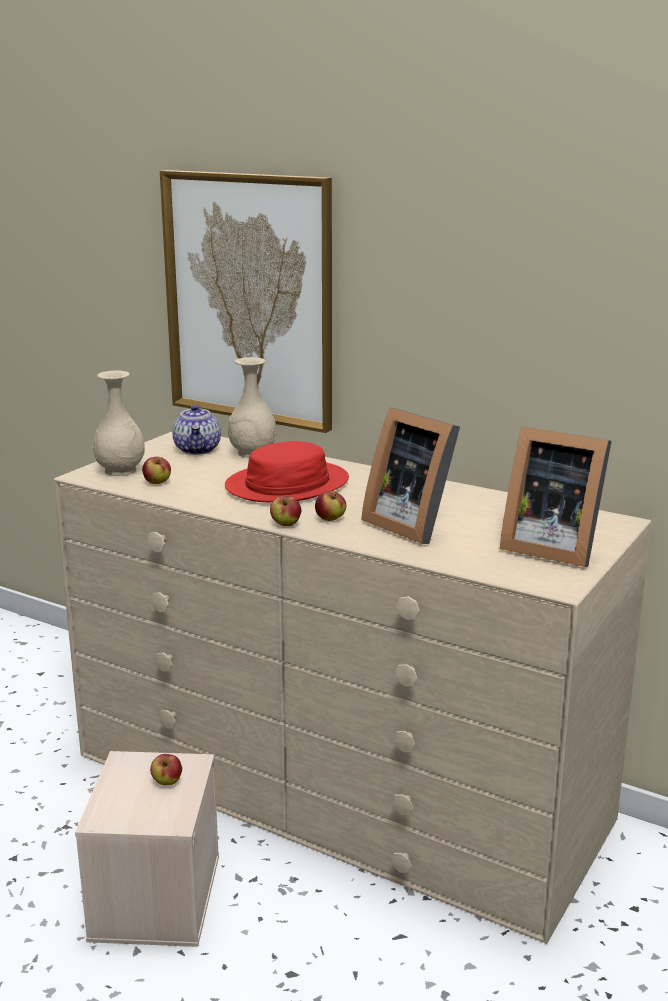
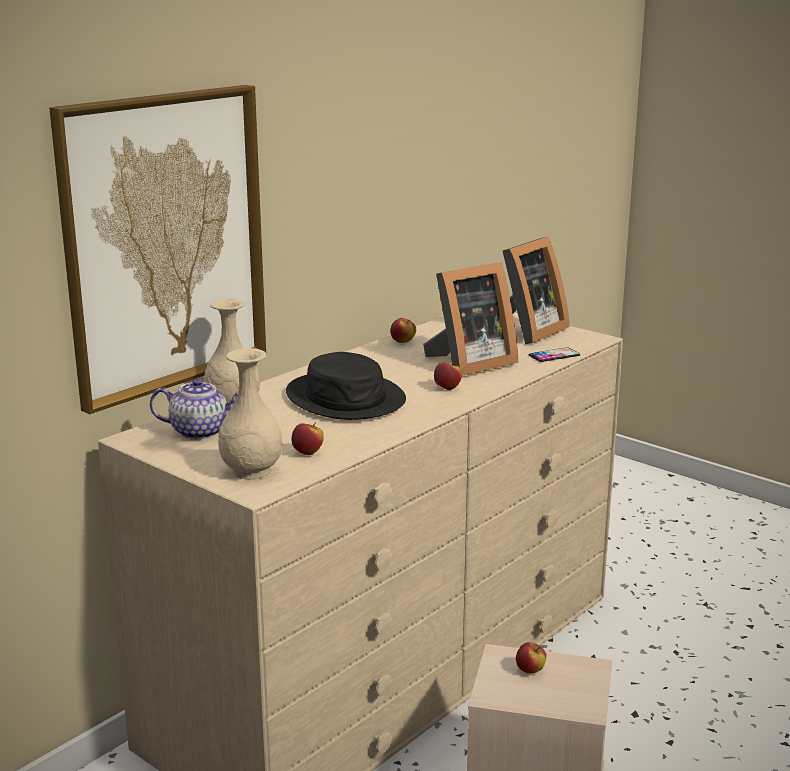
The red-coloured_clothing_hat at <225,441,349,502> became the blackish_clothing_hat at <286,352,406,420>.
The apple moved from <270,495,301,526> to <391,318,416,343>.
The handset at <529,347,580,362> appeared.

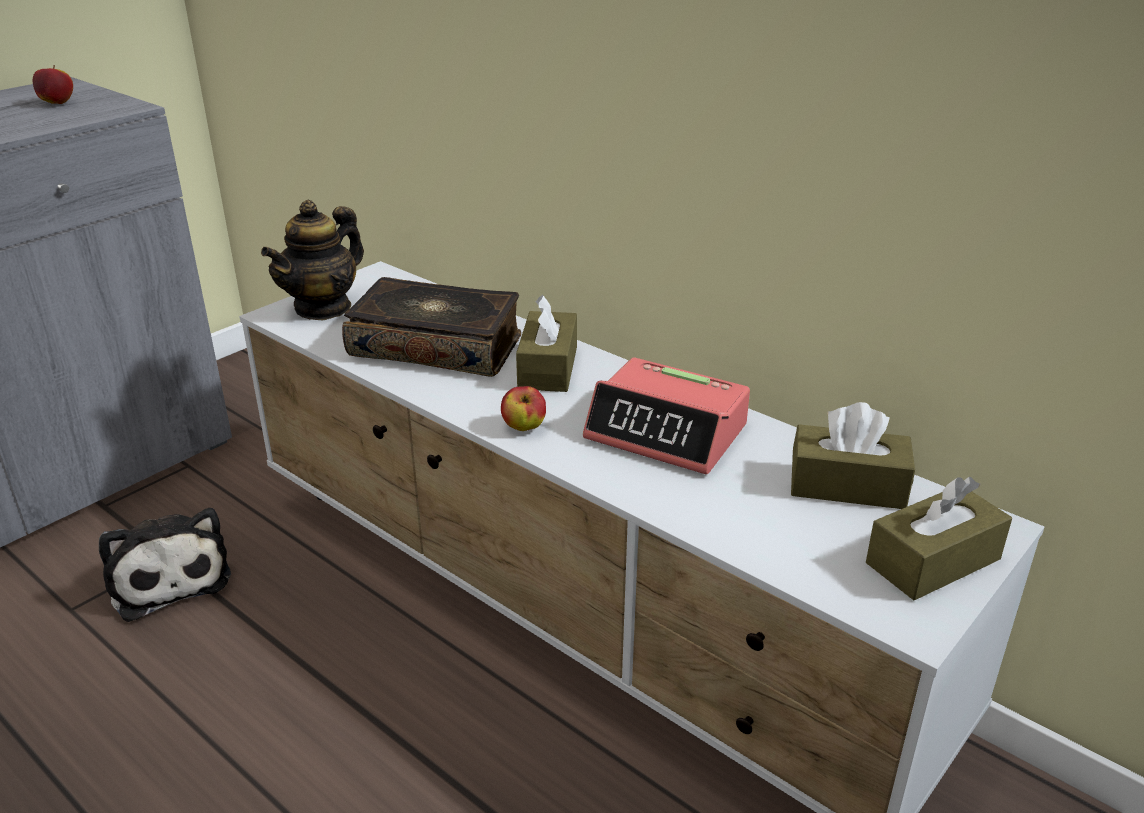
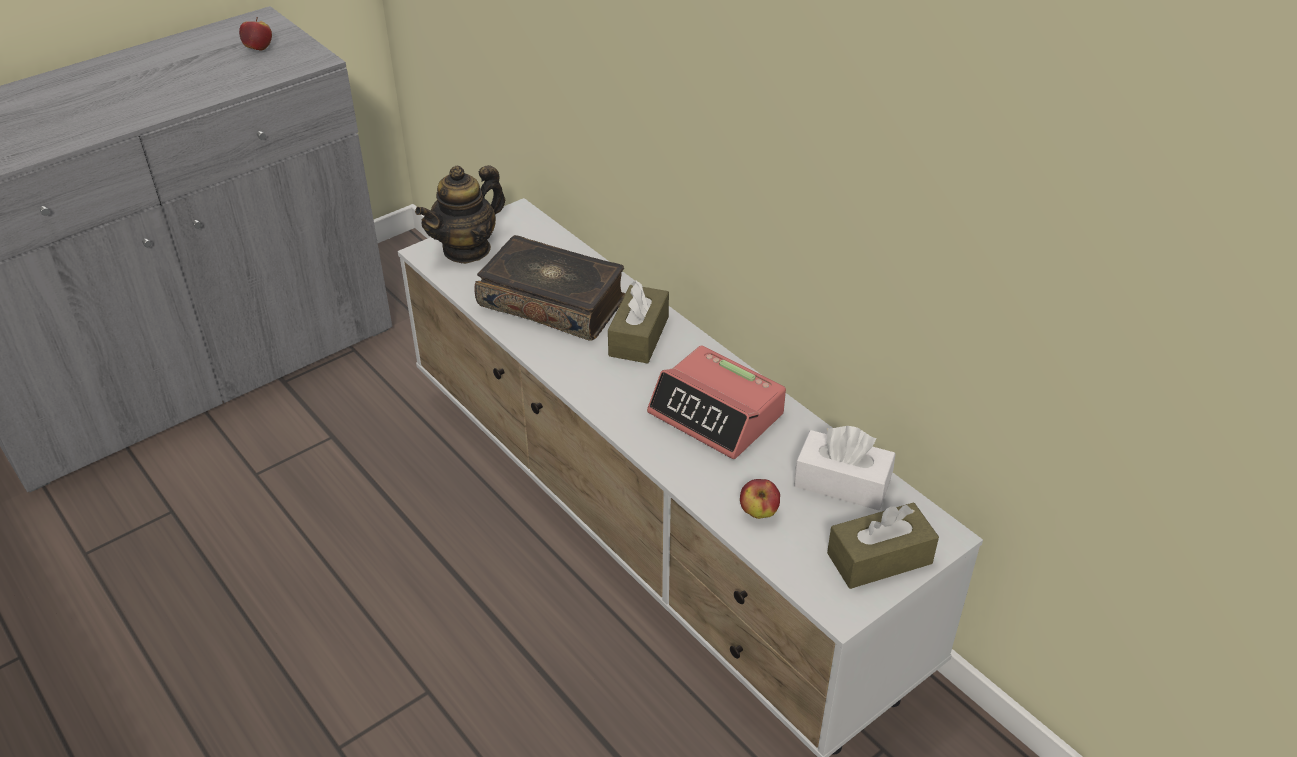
The apple moved from <501,386,546,431> to <740,479,780,519>.
The brown_tissue_box at <791,402,915,509> became the whitish_tissue_box at <794,426,896,510>.
The cuddly_toy at <99,508,231,622> disappeared.

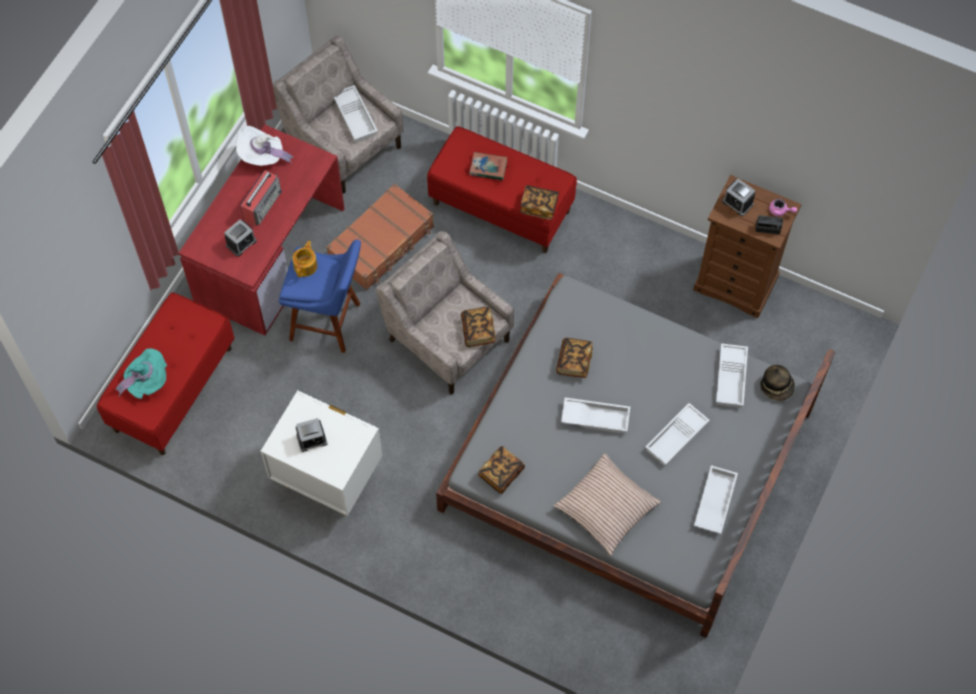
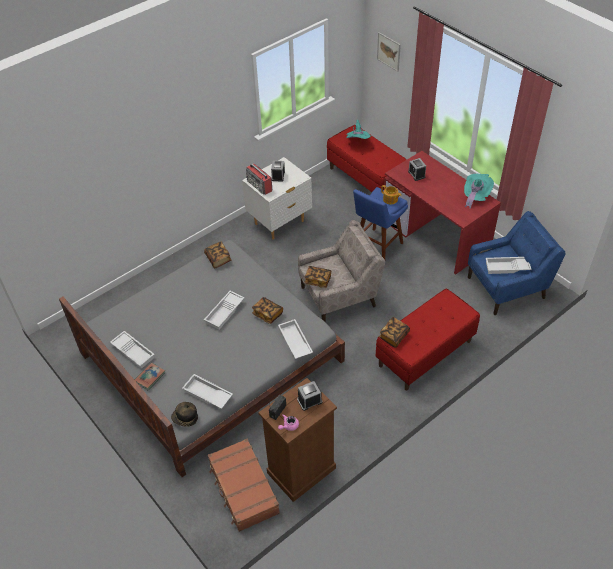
The beige_lounge_chair at <272,36,404,194> became the bluish_lounge_chair at <468,211,566,315>.
The whitish_clothing_hat at <236,126,293,166> became the turquoise_clothing_hat at <464,174,494,209>.
The bound_book moved from <469,152,507,180> to <135,363,165,391>.
The radio_set moved from <240,170,282,226> to <246,163,272,195>.
The brown_piece_of_luggage moved from <326,184,434,290> to <208,439,280,532>.
The whitish_serving_tray moved from <645,403,710,466> to <278,319,313,359>.
The cushion at <554,453,661,556> disappeared.
The picture at <377,32,401,72> appeared.

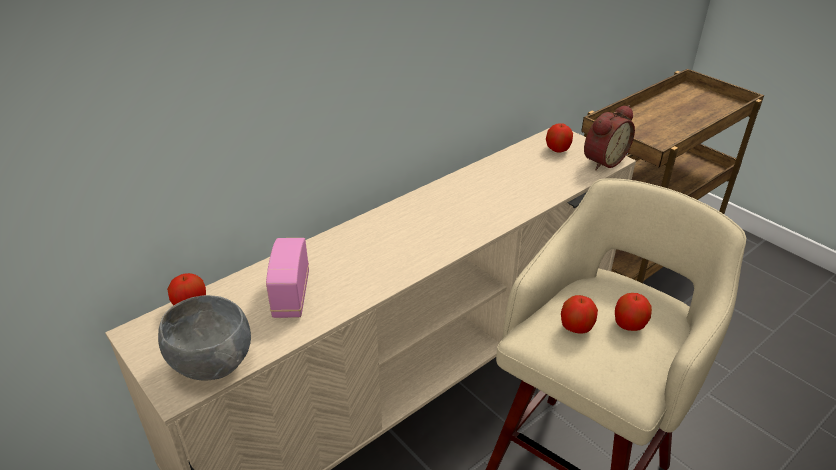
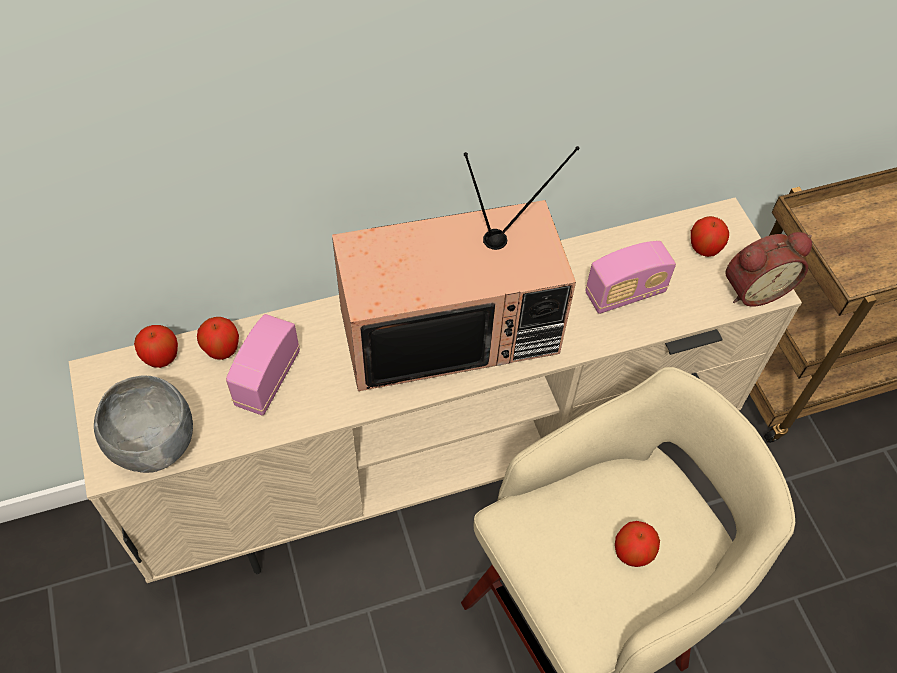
The apple moved from <561,295,598,333> to <197,317,239,360>.
The TV at <332,146,580,391> appeared.
The radio_set at <585,241,676,314> appeared.

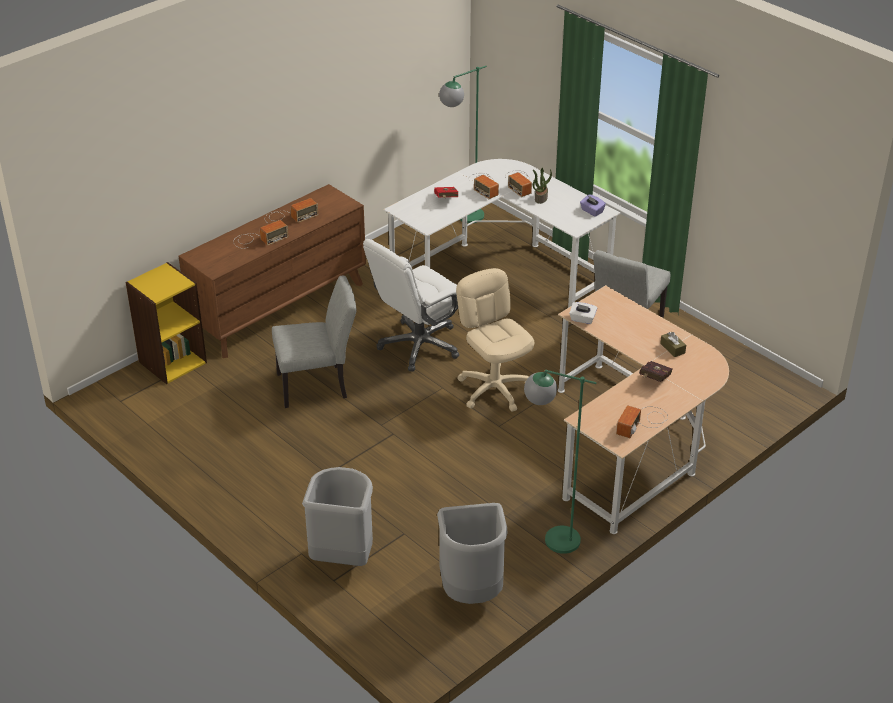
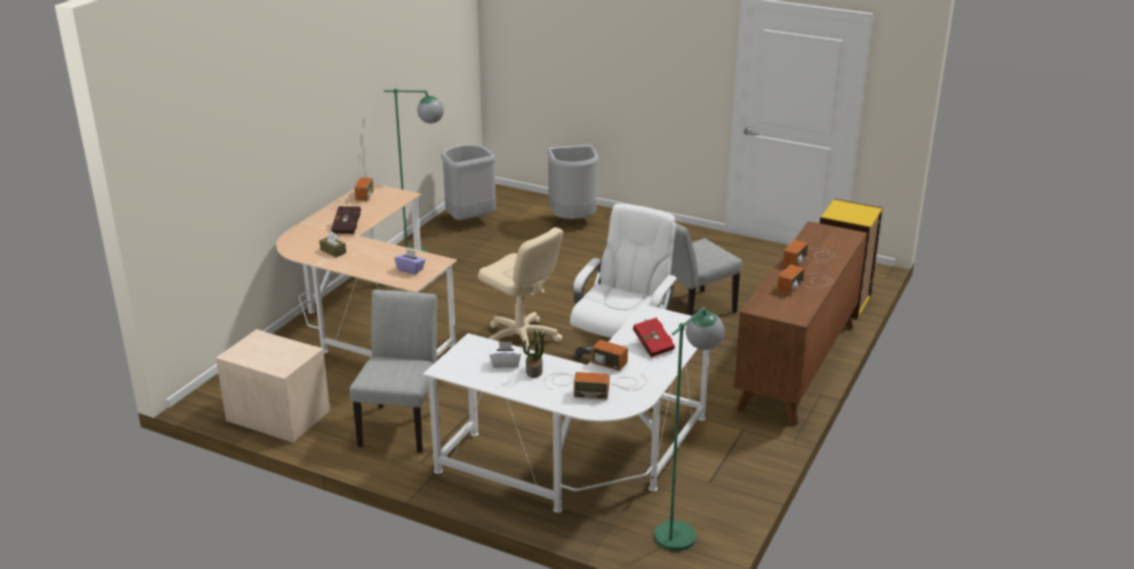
The radio_set at <505,170,532,197> turned 150 degrees clockwise.
The purple_tissue_box moved from <580,194,606,217> to <394,249,425,274>.
The whitish_tissue_box moved from <569,302,597,324> to <490,342,521,368>.
The beige_night_table at <216,329,330,443> appeared.

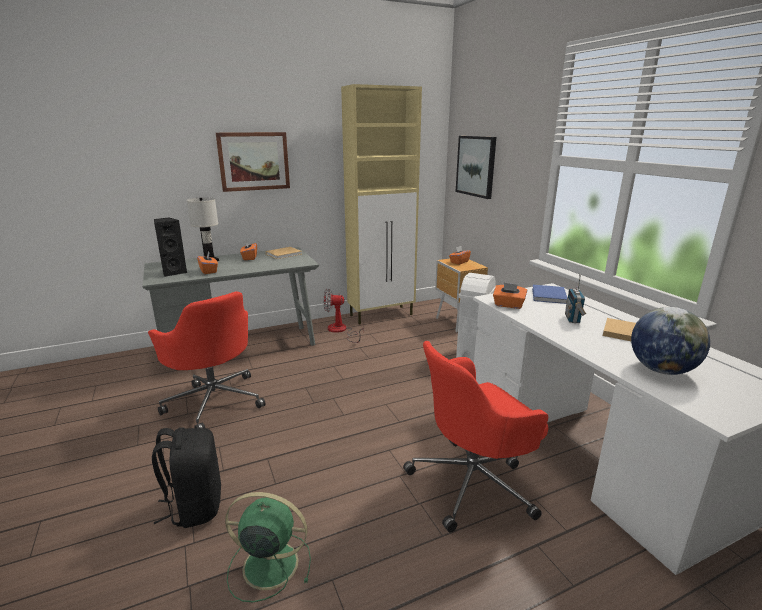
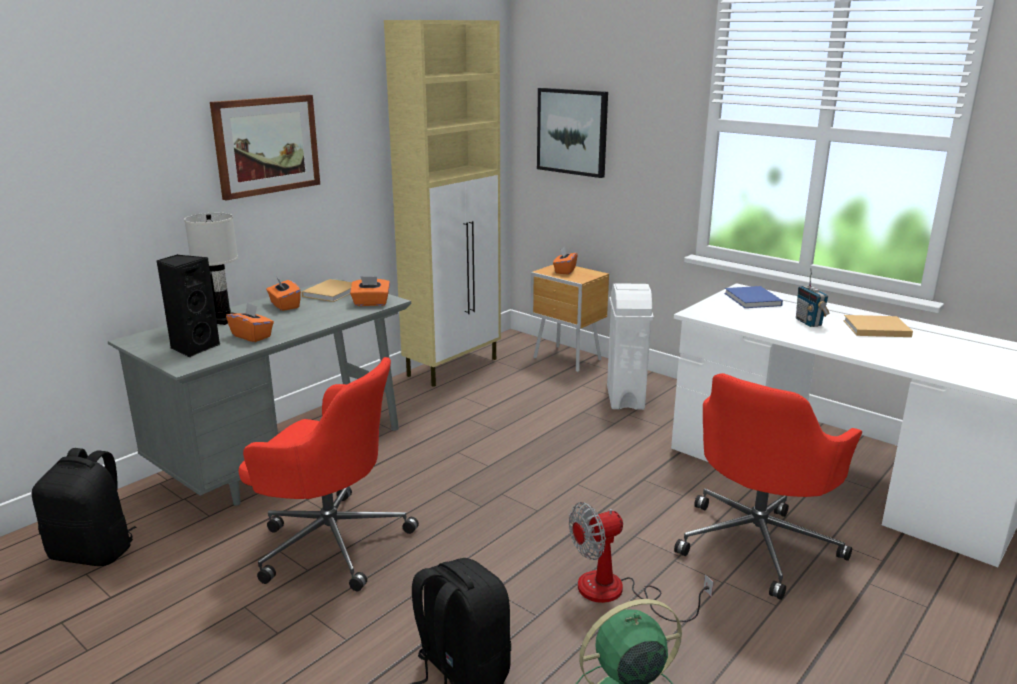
The orange-coloured_tissue_box moved from <493,283,527,309> to <350,276,390,306>.
The electric_fan moved from <323,288,364,343> to <569,502,714,622>.
The desk_globe at <631,307,710,375> disappeared.
The blackish_knapsack at <32,448,136,566> appeared.

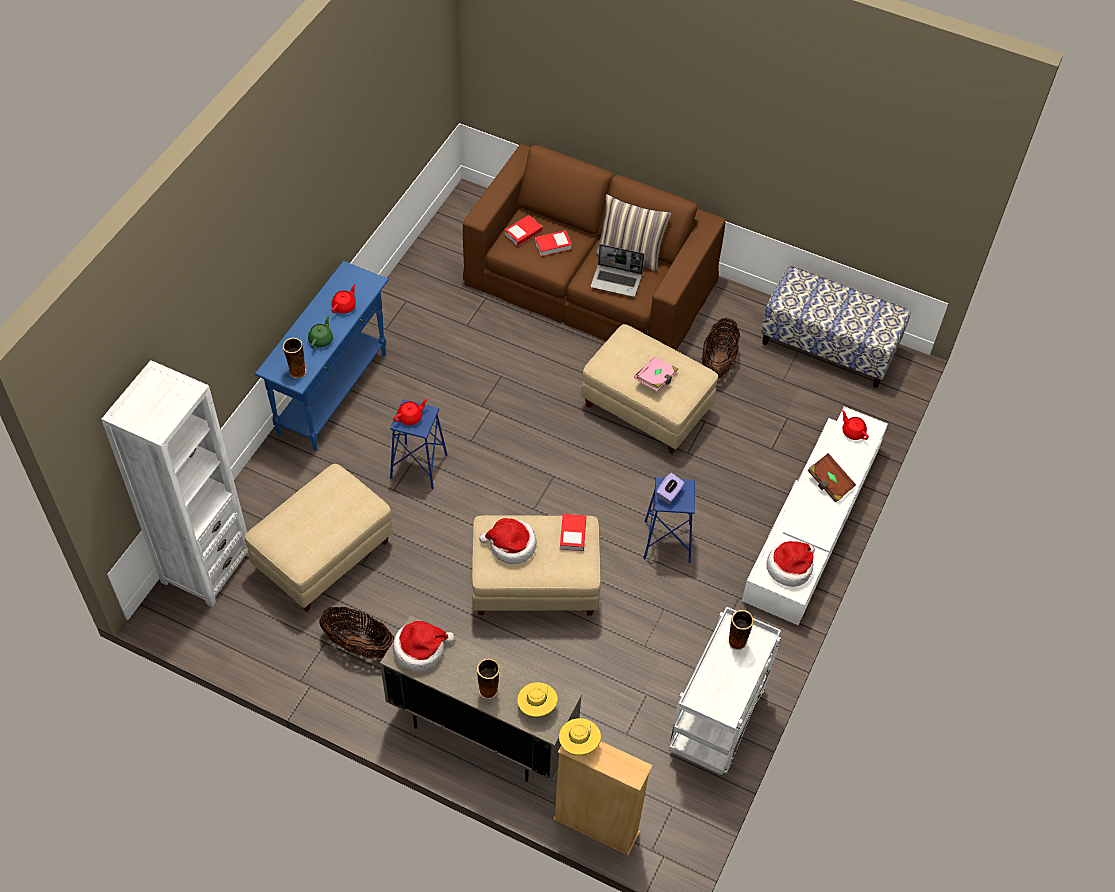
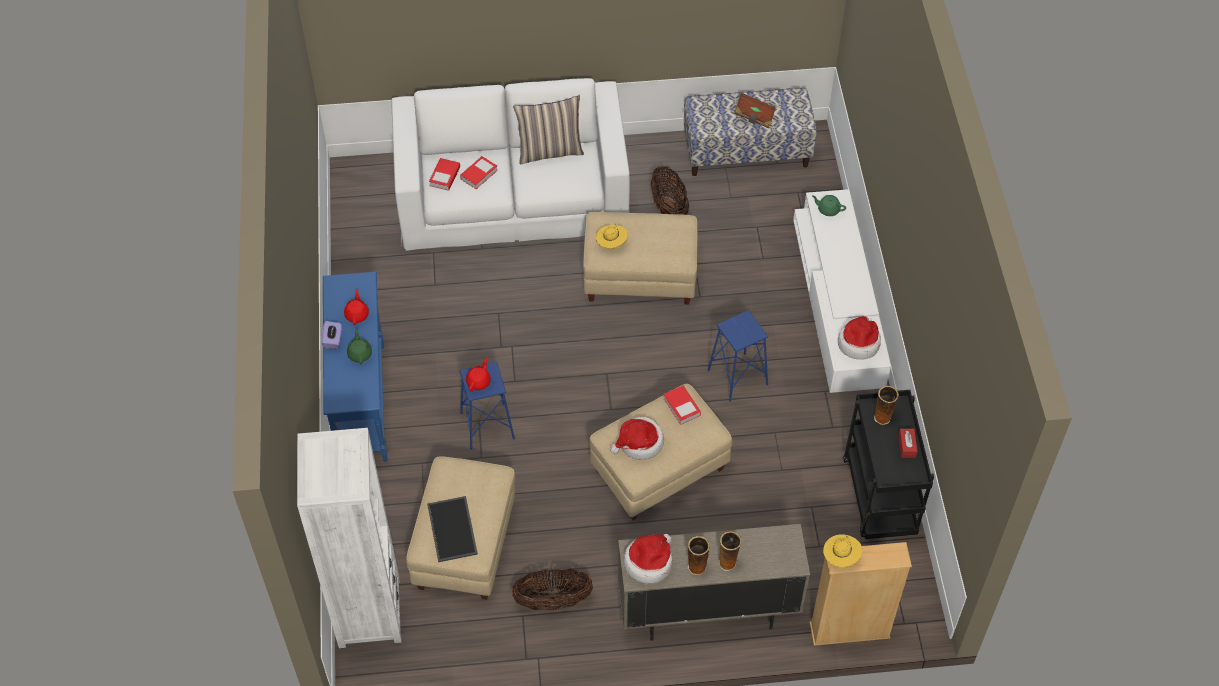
The brown_settee at <463,144,726,351> became the whitish_settee at <391,78,630,251>.
The laptop at <591,244,644,297> disappeared.
The decorative_vase moved from <283,337,306,378> to <688,536,710,575>.
The pink-coloured_bound_book at <634,357,678,392> disappeared.
The red-coloured_tea_pot at <842,410,869,440> became the green-coloured_tea_pot at <812,195,846,216>.
The brown_bound_book moved from <807,453,856,503> to <734,93,776,128>.
The purple_tissue_box moved from <656,473,684,504> to <321,321,342,349>.
The whitish_trolley at <669,607,781,775> became the blackish_trolley at <843,390,934,539>.
The yellowish_clothing_hat moved from <517,682,558,717> to <596,225,628,249>.
The red-coloured_tissue_box at <898,429,918,458> appeared.
The serving_tray at <427,496,478,562> appeared.

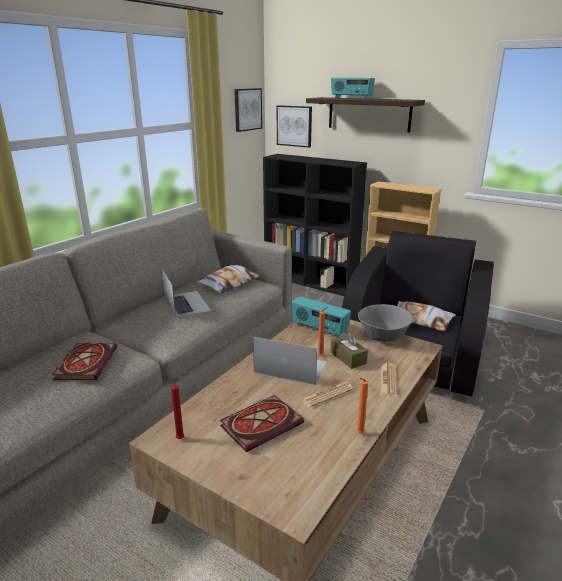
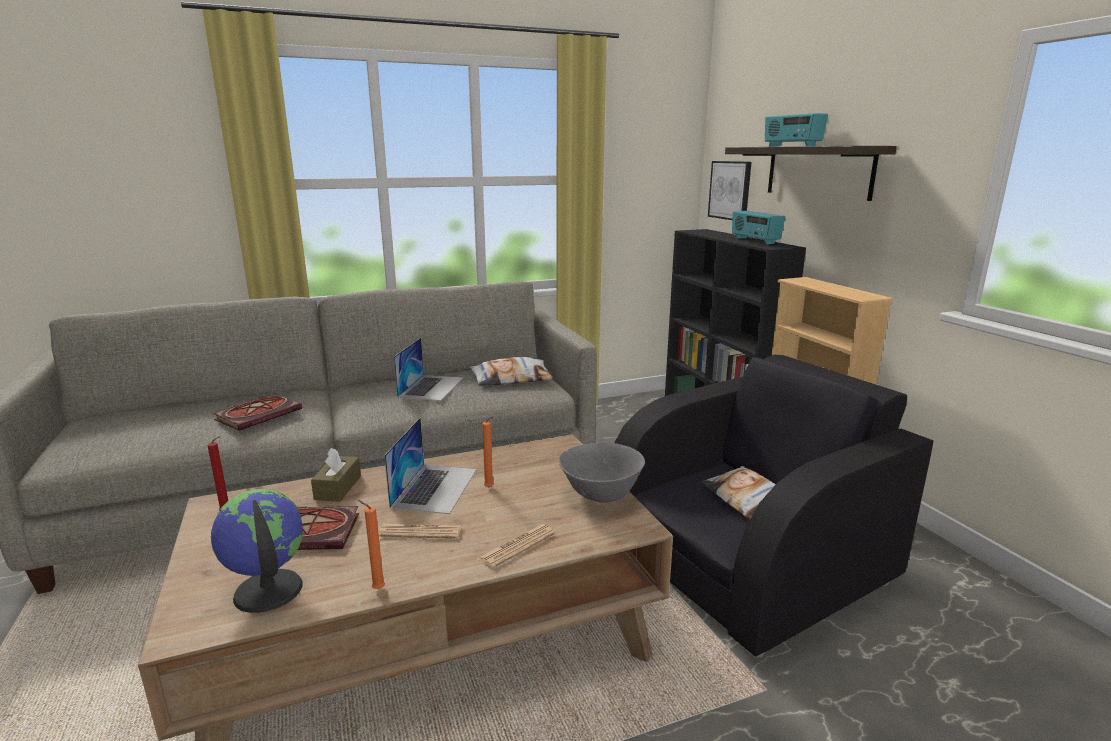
The picture at <234,88,262,132> disappeared.
The radio_set moved from <291,296,351,337> to <732,211,785,244>.
The brown_tissue_box moved from <331,331,368,369> to <311,447,361,502>.
The laptop at <253,337,327,385> turned 45 degrees clockwise.
The desk_globe at <211,489,304,613> appeared.

